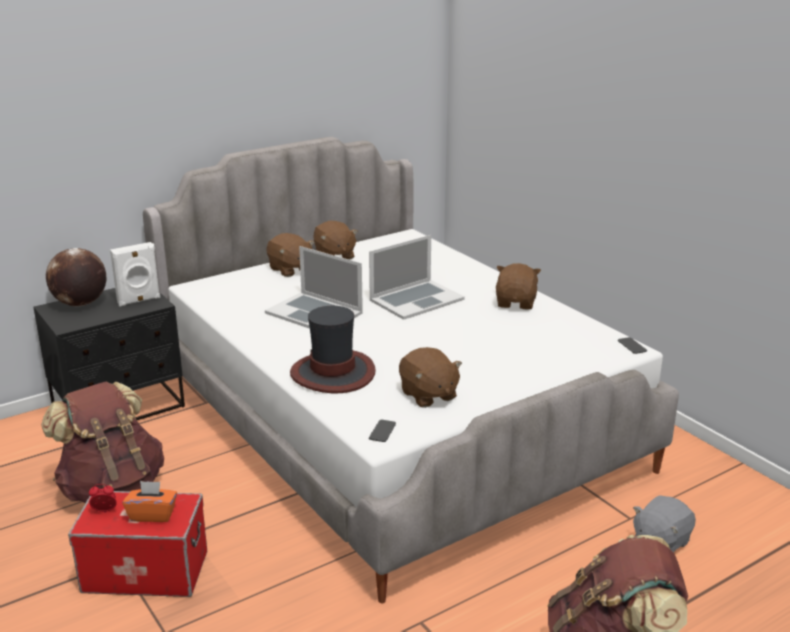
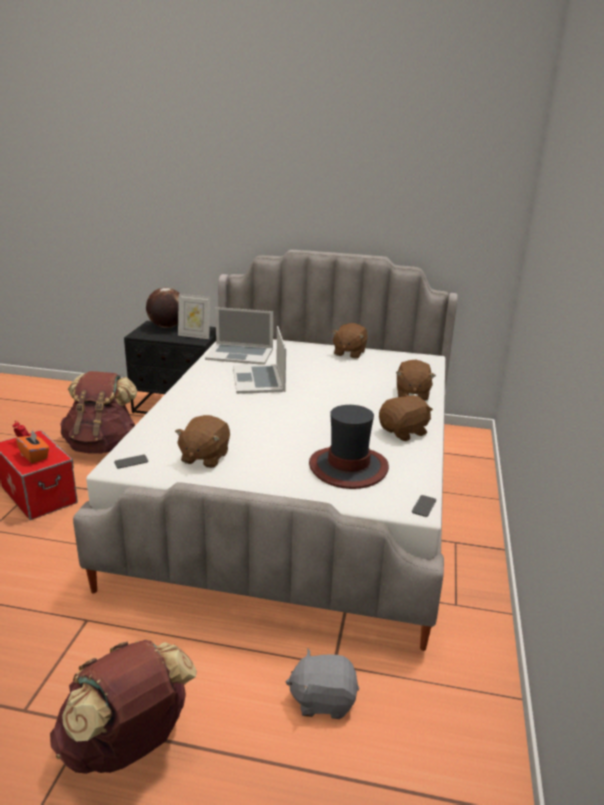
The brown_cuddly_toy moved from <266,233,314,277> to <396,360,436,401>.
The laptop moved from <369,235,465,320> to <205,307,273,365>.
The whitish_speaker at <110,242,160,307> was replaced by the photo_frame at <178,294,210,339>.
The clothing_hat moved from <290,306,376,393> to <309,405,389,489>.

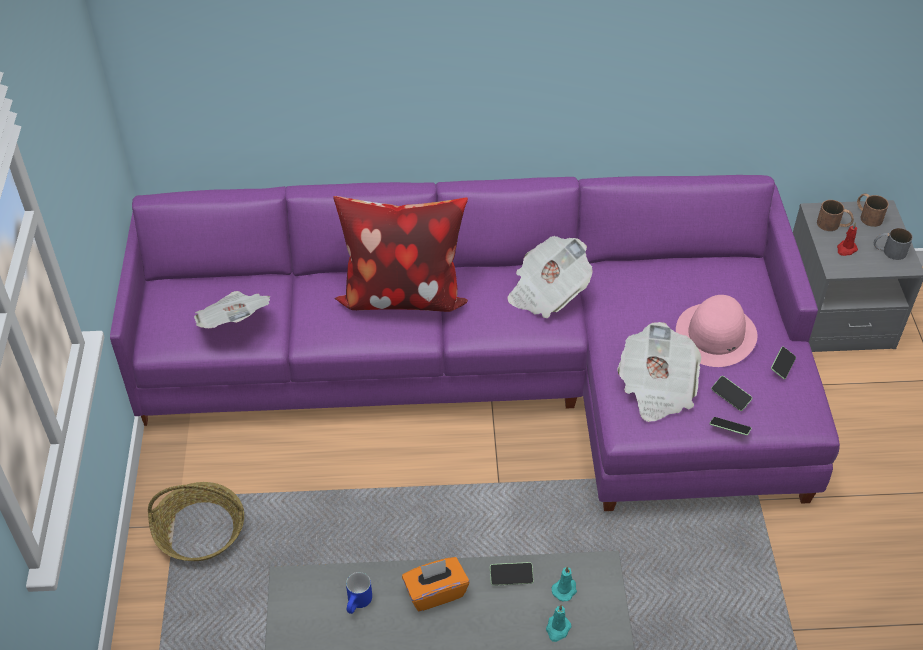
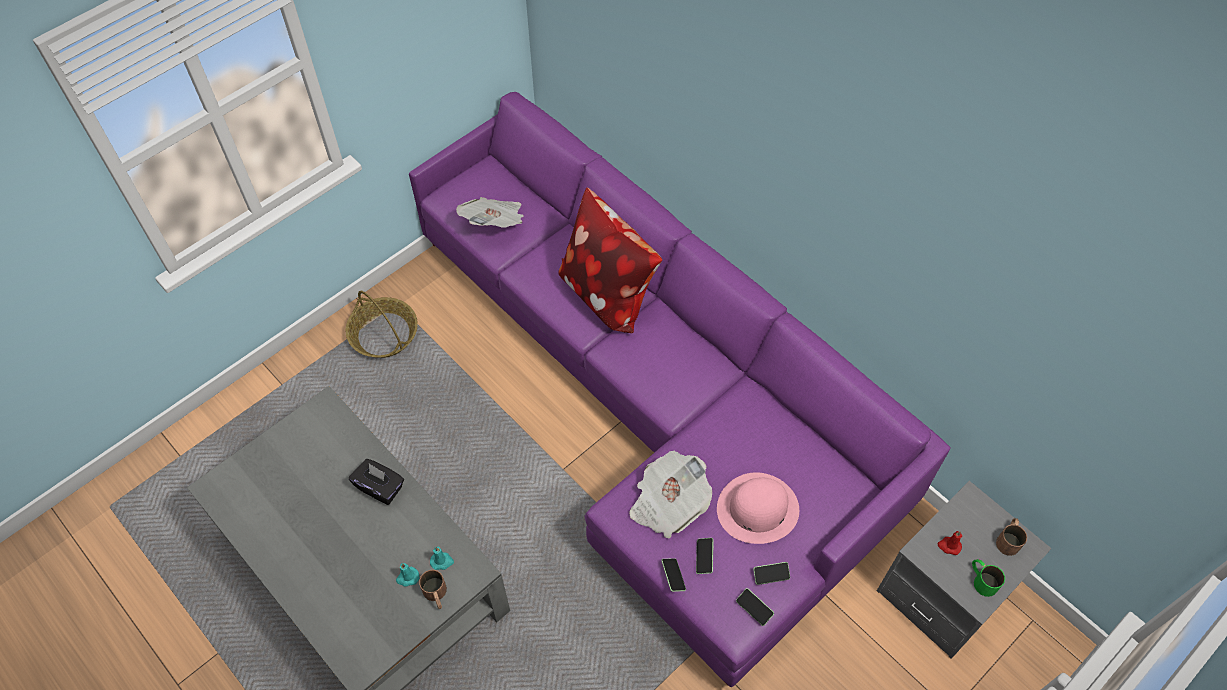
The brown_coffee_mug moved from <817,200,854,231> to <419,570,447,609>.
The gray_coffee_mug at <874,228,913,260> became the green-coloured_coffee_mug at <972,559,1005,597>.
The newspaper at <507,236,592,318> disappeared.
The orange-coloured_tissue_box at <402,557,469,612> became the blackish_tissue_box at <349,459,404,505>.
The handset moved from <490,562,534,586> to <736,588,774,626>.
The bluish_coffee_mug at <346,572,372,614> disappeared.

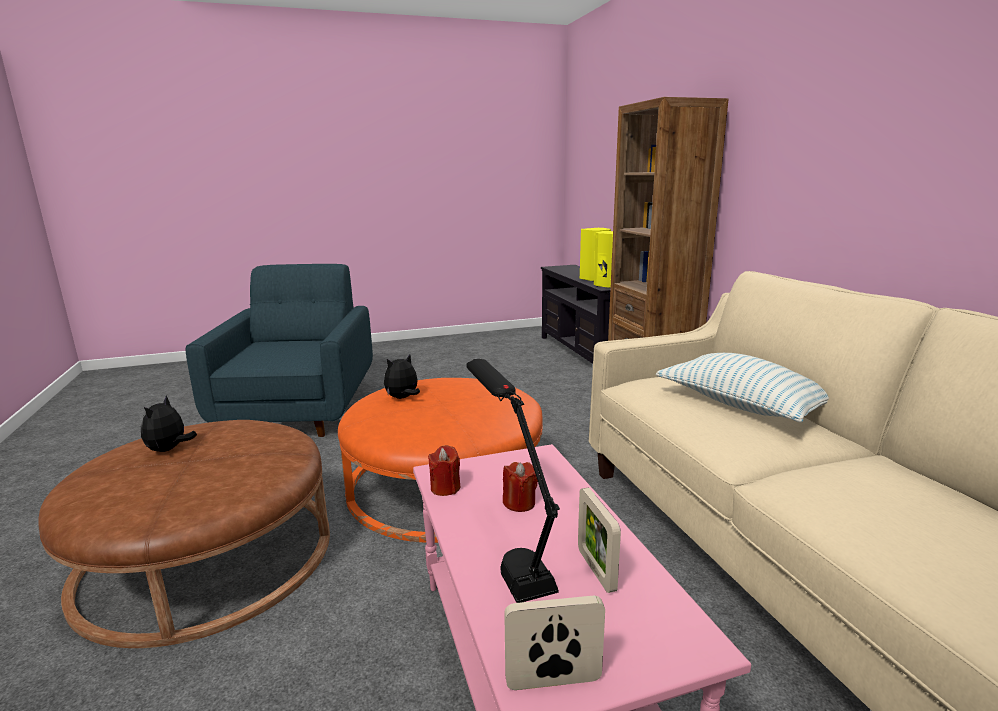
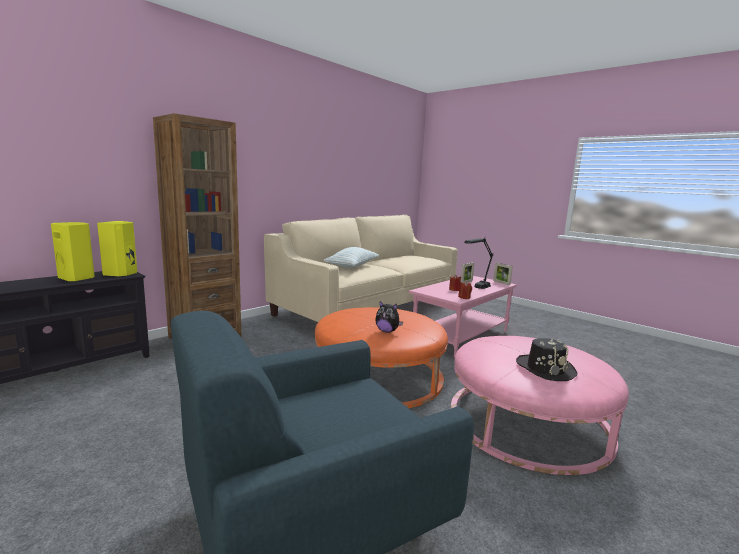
The cuddly_toy at <141,395,197,452> was replaced by the blackish_clothing_hat at <516,338,577,381>.
The brown_pouffe at <38,420,330,648> became the pink-coloured_pouffe at <450,336,629,475>.

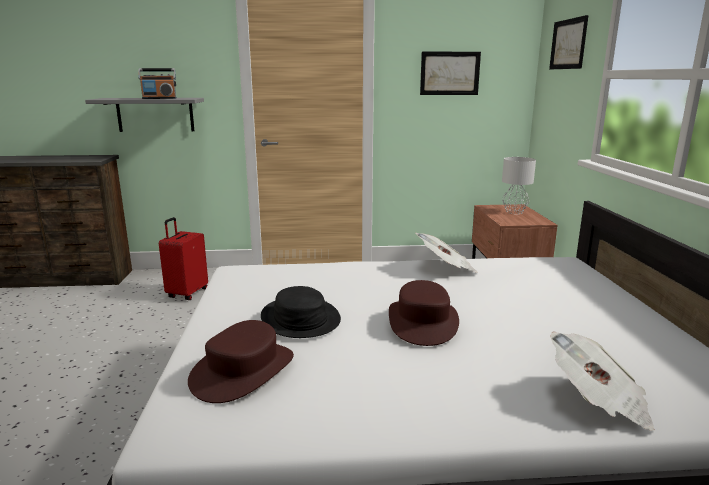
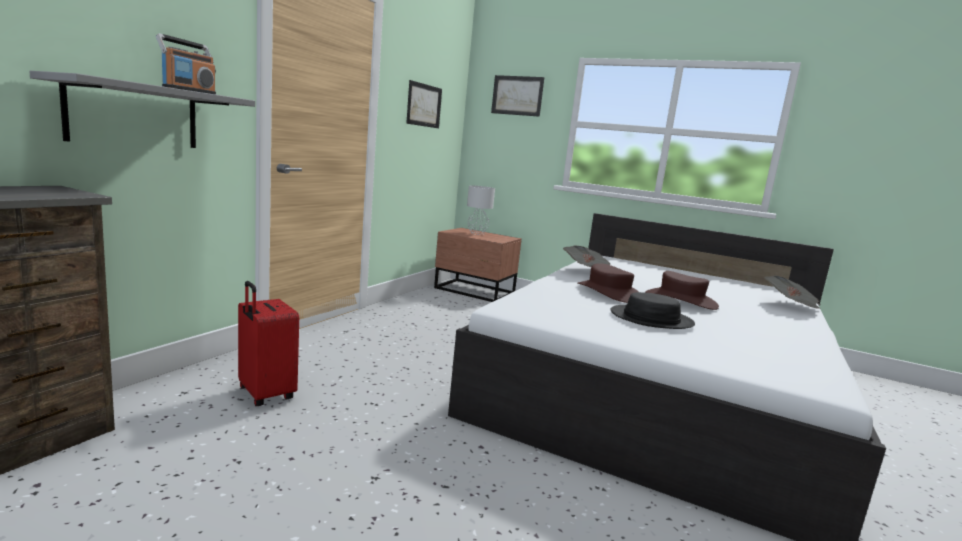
The brown_clothing_hat moved from <188,320,294,403> to <577,263,639,303>.

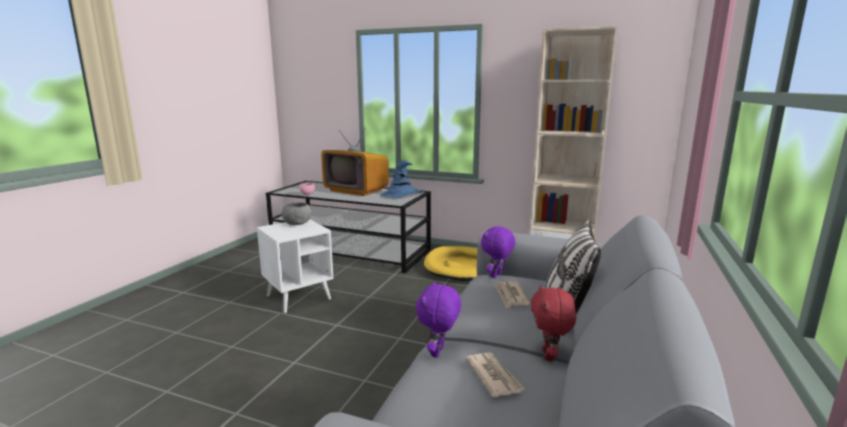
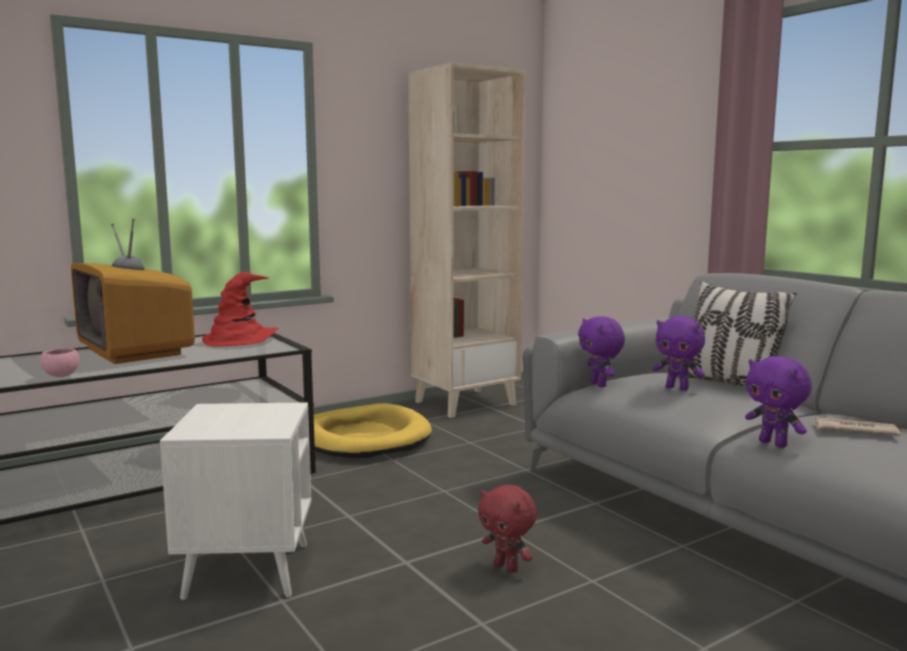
The TV at <321,128,389,196> turned 75 degrees clockwise.
The bluish_clothing_hat at <381,160,422,198> became the red-coloured_clothing_hat at <202,272,278,347>.
The gray_bowl at <282,202,311,225> disappeared.
The newspaper at <495,281,530,308> was replaced by the purple_cuddly_toy at <653,316,705,390>.
The red-coloured_cuddly_toy moved from <531,285,576,362> to <478,484,537,573>.

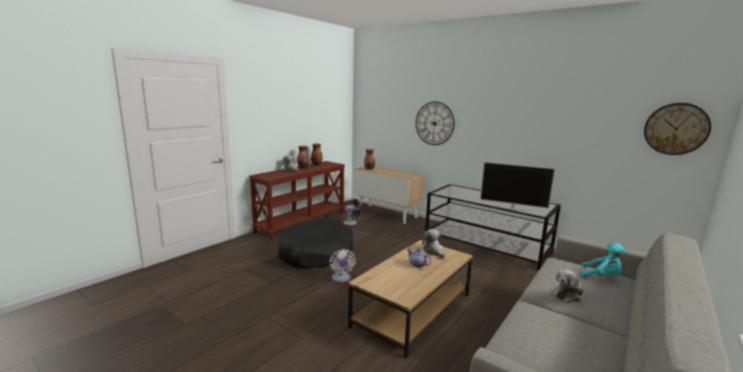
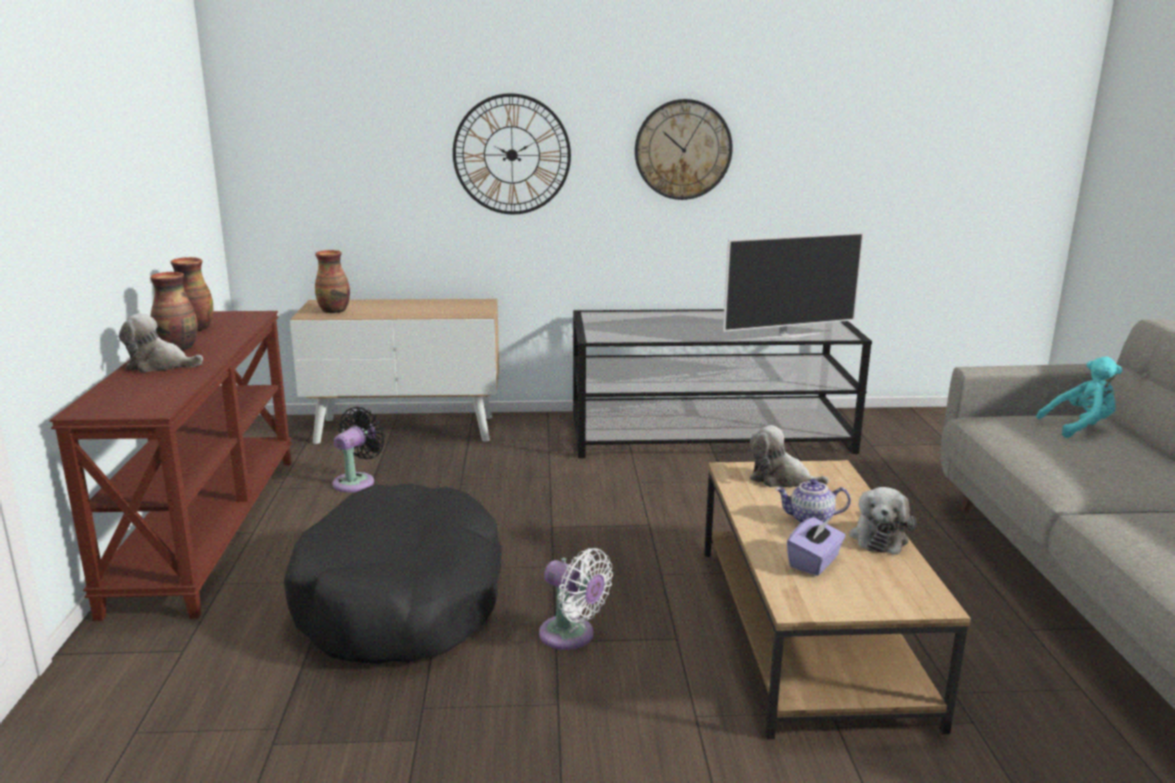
The wall_clock moved from <644,103,711,155> to <635,99,733,200>.
The cuddly_toy moved from <554,270,584,303> to <849,487,916,554>.
The purple_tissue_box at <787,517,846,576> appeared.

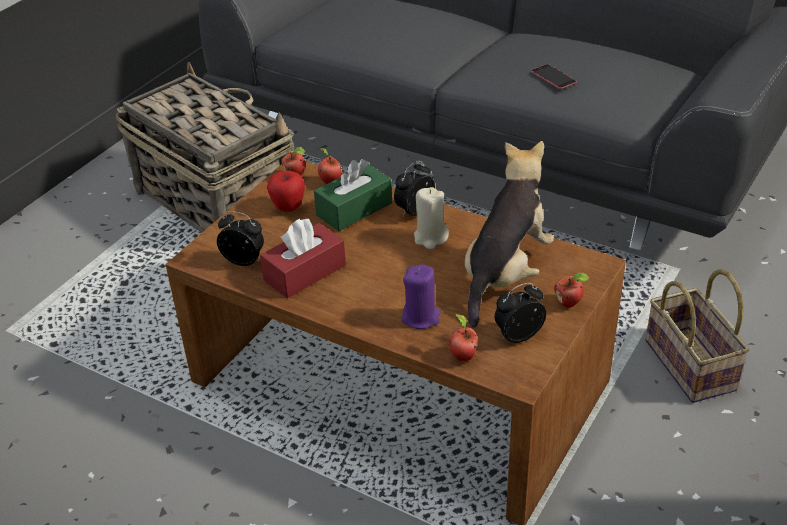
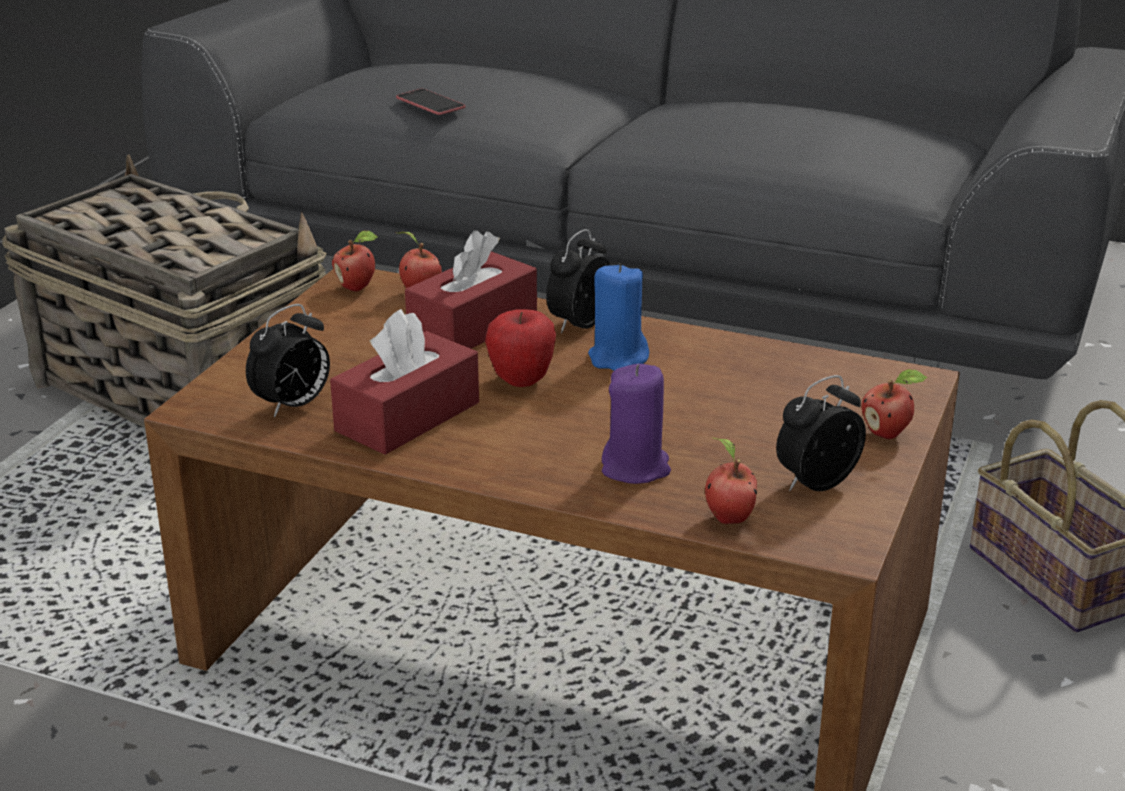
The handset moved from <531,64,577,89> to <396,89,465,115>.
The cuddly_toy at <465,141,554,328> disappeared.
The green-coloured_tissue_box at <314,159,392,231> became the red-coloured_tissue_box at <405,231,537,349>.
The apple moved from <267,171,305,212> to <485,309,556,387>.
The beige_wax_candle at <414,187,449,249> became the bluish_wax_candle at <588,263,649,371>.
The table_clock at <217,211,264,266> turned 120 degrees clockwise.

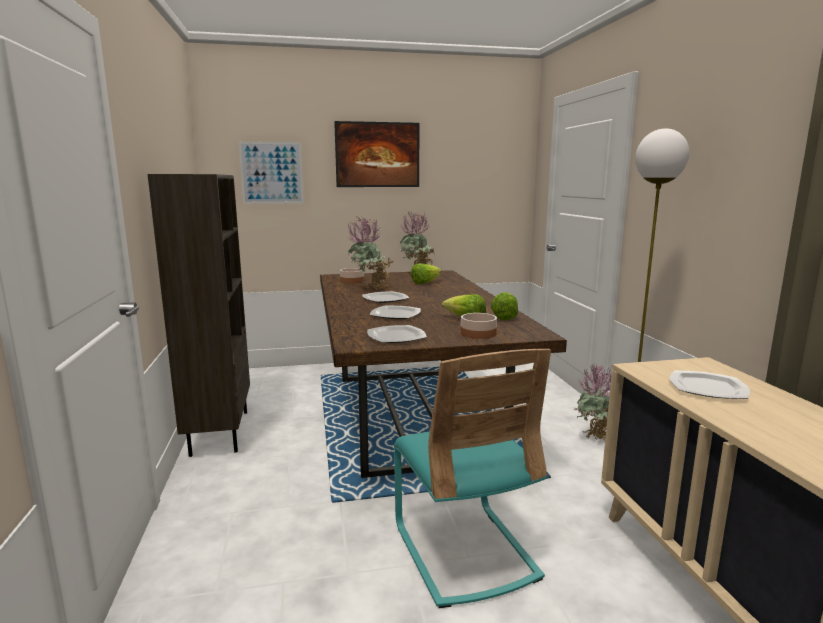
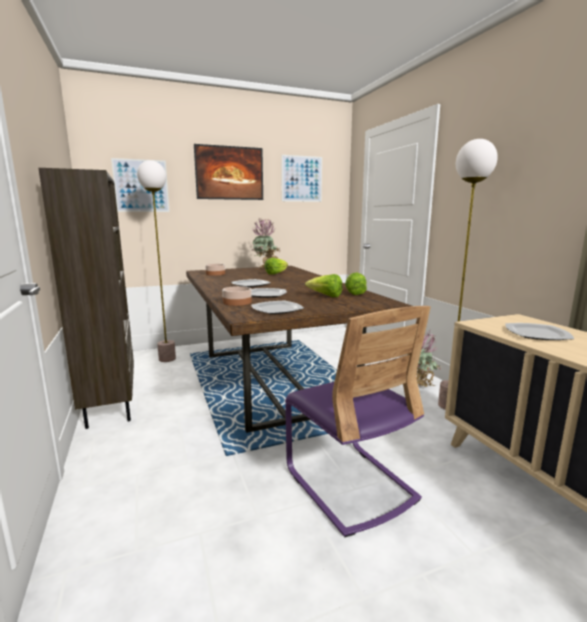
The houseplant at <348,216,394,290> disappeared.
The bowl moved from <461,313,497,339> to <222,286,252,306>.
The turquoise_chair at <394,349,551,608> became the purple_chair at <285,306,431,537>.
The picture at <281,155,322,202> appeared.
The standard_lamp at <137,160,176,362> appeared.

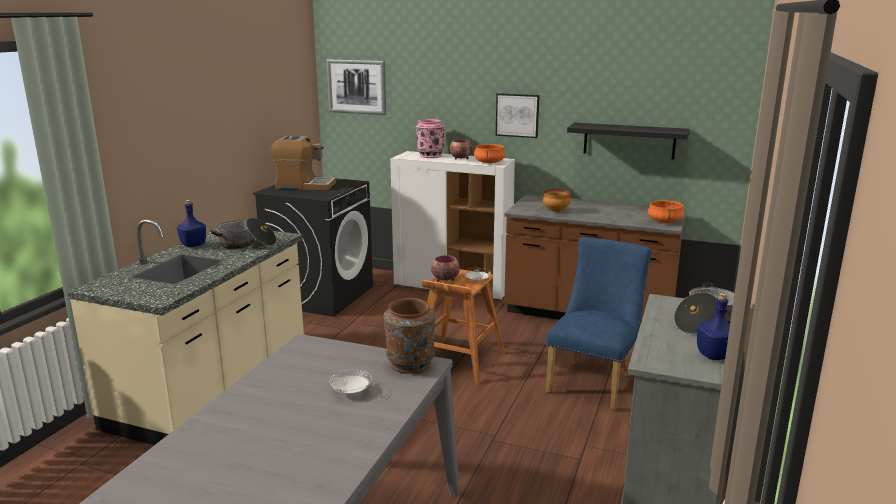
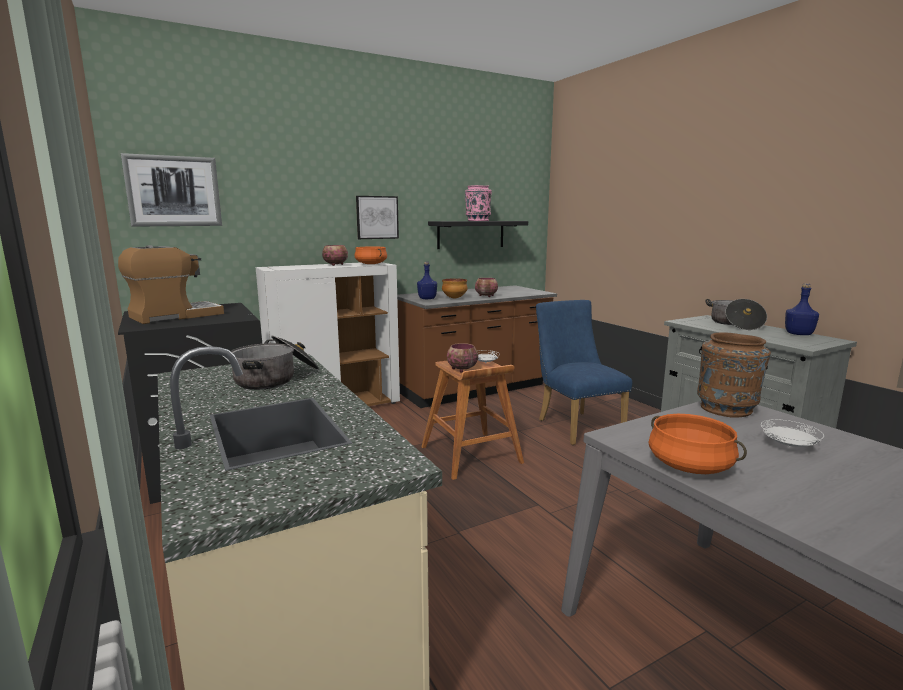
The pink-coloured_decorative_vase moved from <416,119,444,158> to <465,185,492,221>.
The bluish_beverage_bottle moved from <177,200,206,247> to <417,261,437,299>.
The orange-coloured_cooking_pot moved from <648,200,684,223> to <648,414,747,474>.
The bowl at <475,278,498,297> appeared.

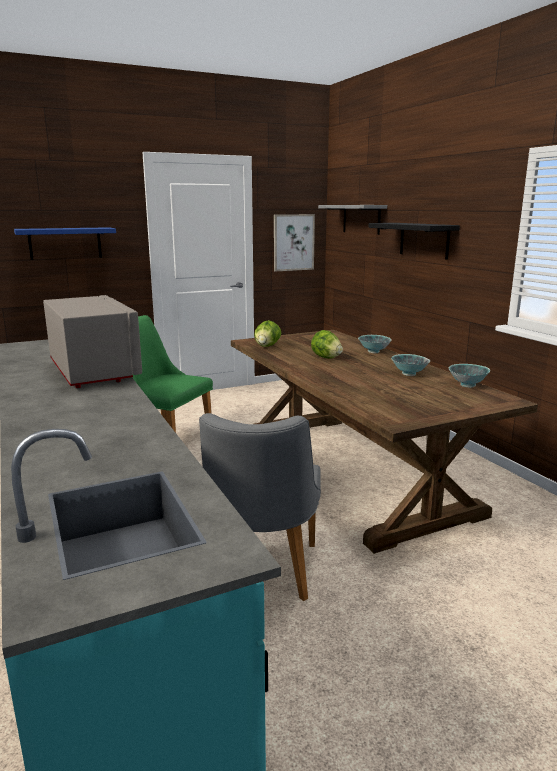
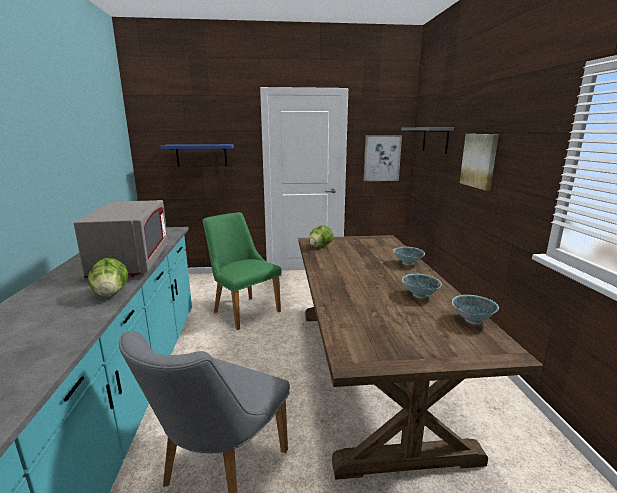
The blackish_bracket_shelf at <368,223,460,260> was replaced by the picture at <460,134,499,191>.
The lettuce_head moved from <311,330,343,359> to <88,258,128,297>.

